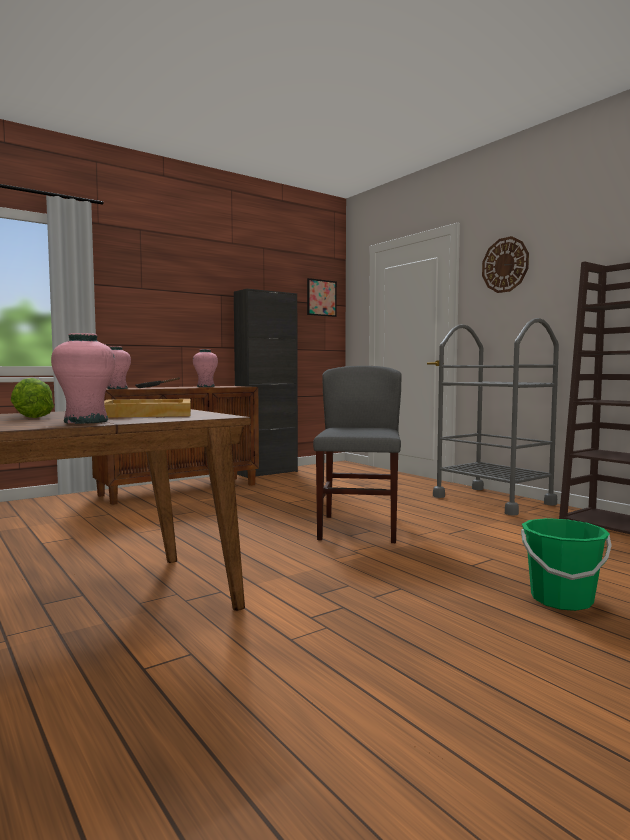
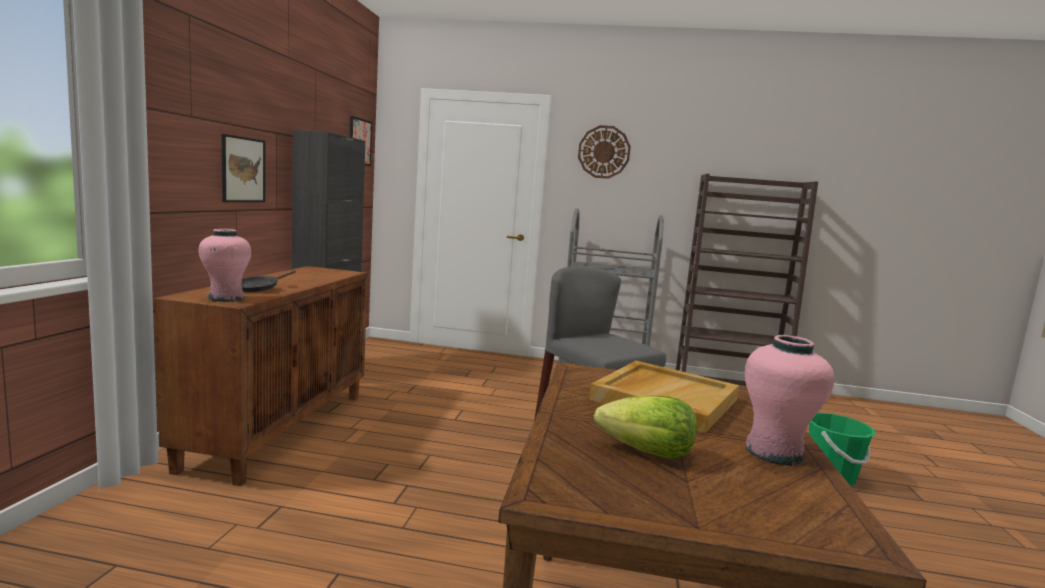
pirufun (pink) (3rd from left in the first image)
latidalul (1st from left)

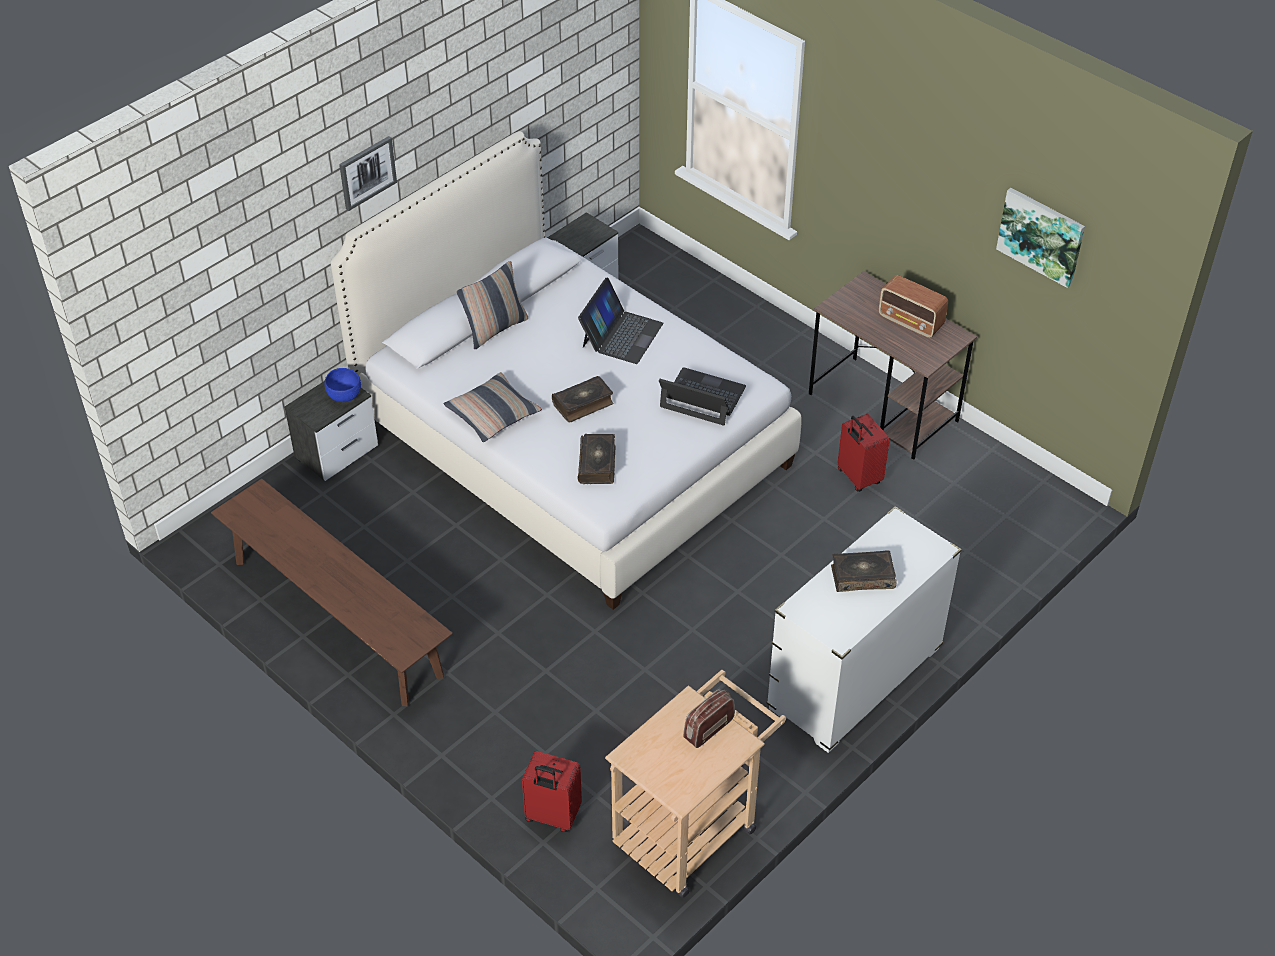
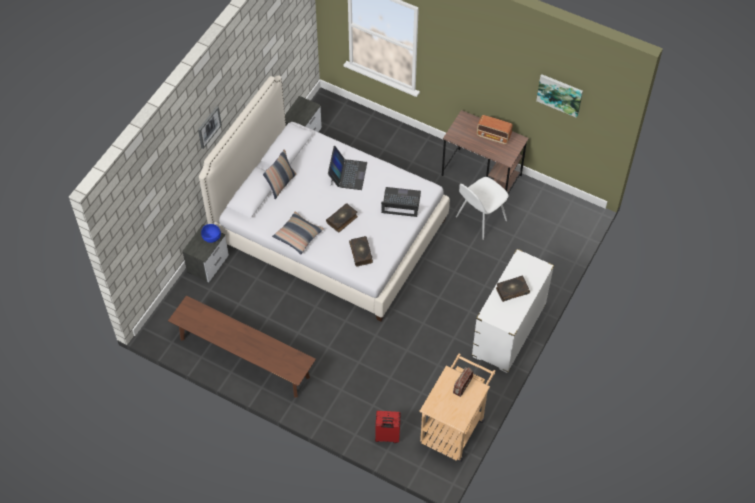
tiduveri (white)

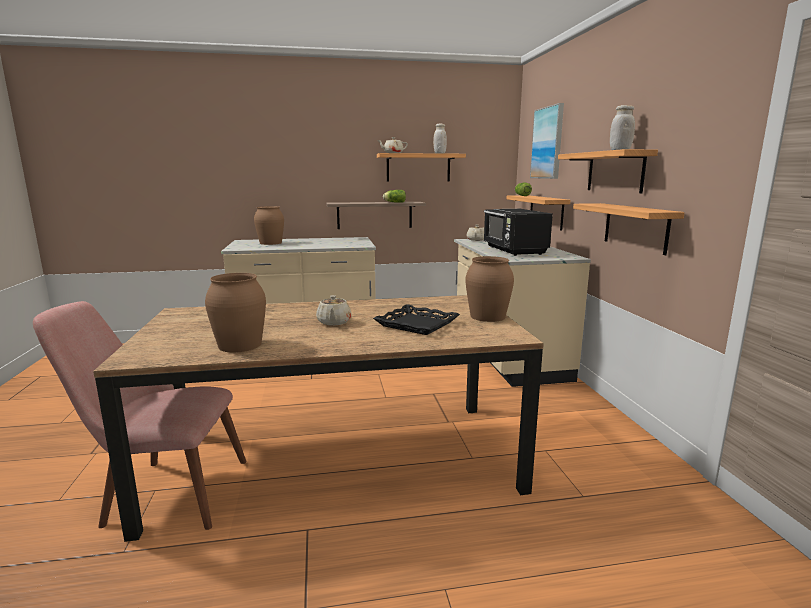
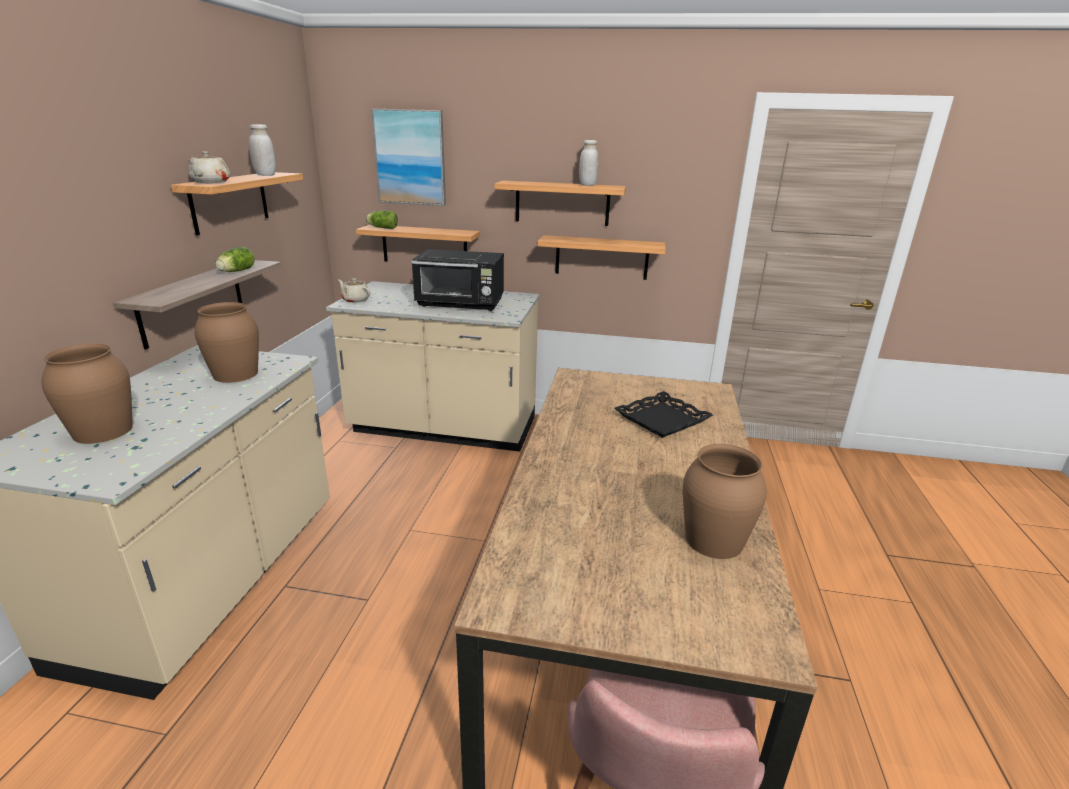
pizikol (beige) (1st from left in the first image)
pirufun (brown) (2nd from left)

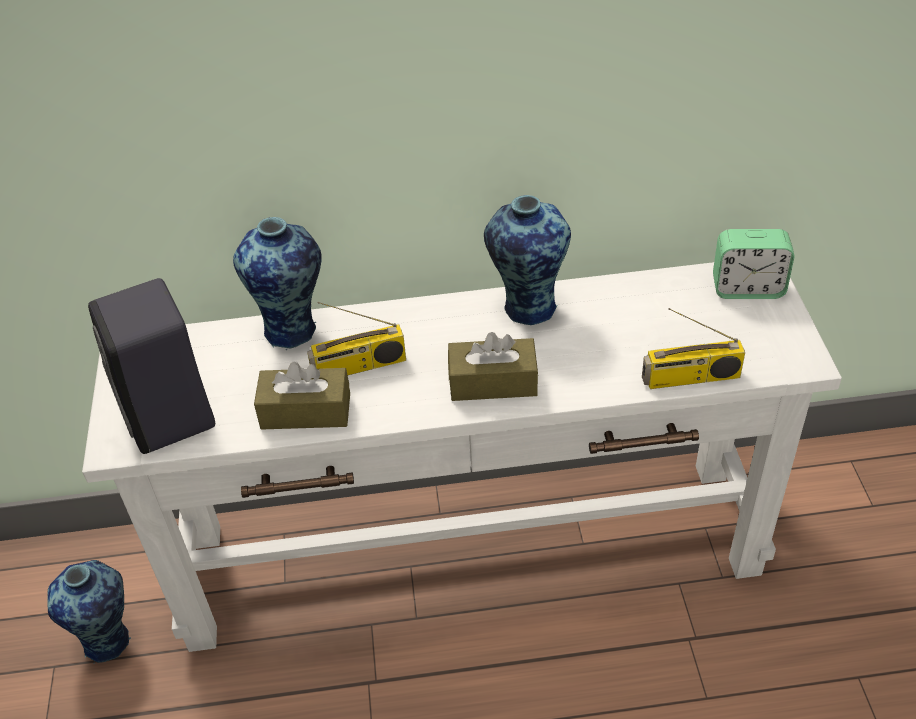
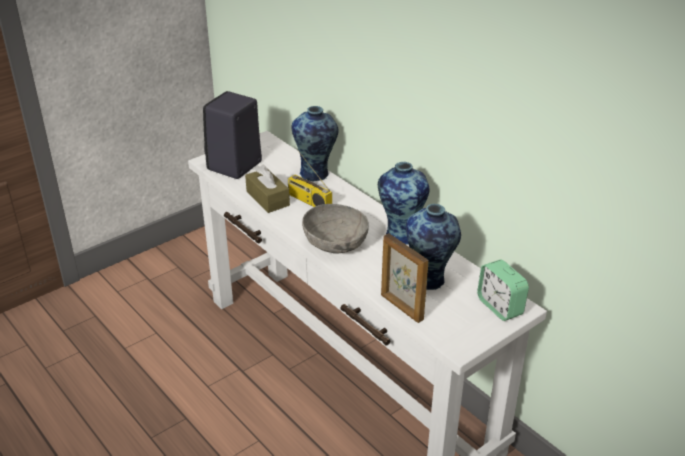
pirufun (3rd from left)
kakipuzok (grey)
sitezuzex

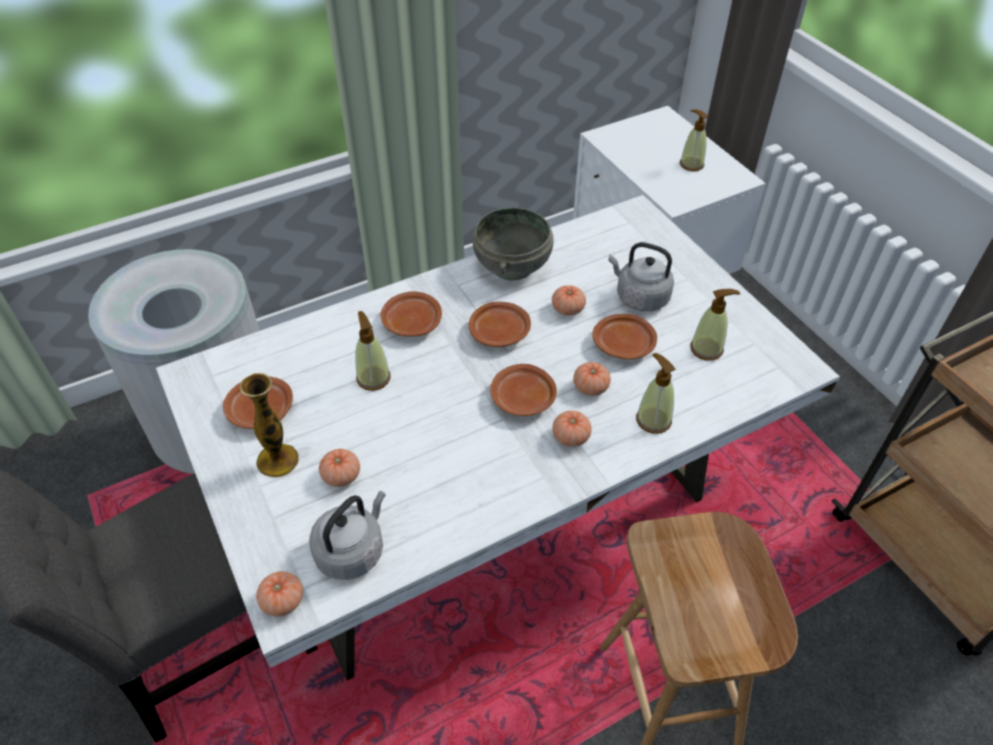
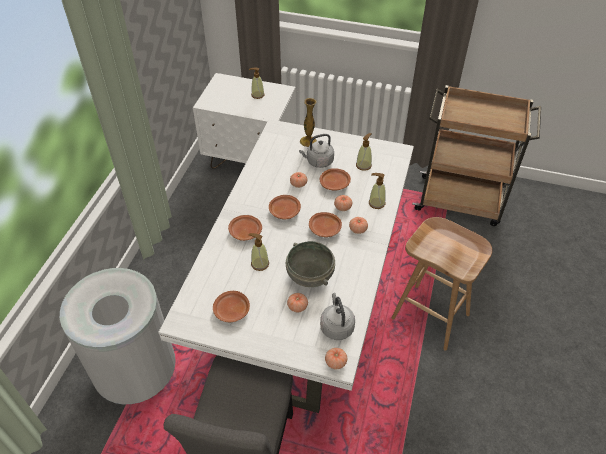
pirufun
kakipuzok (grey)

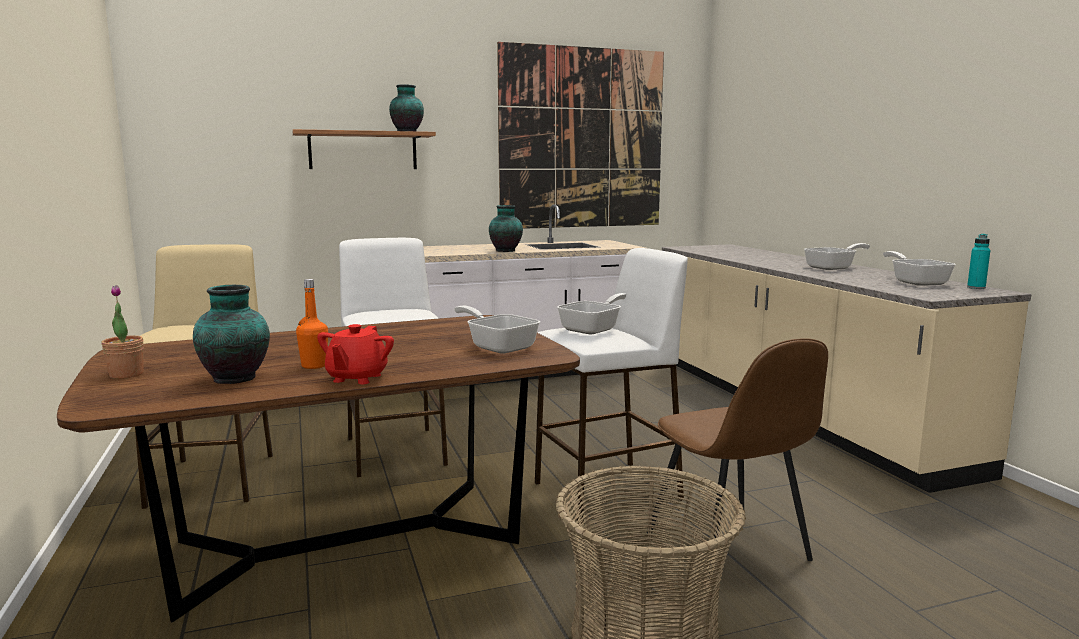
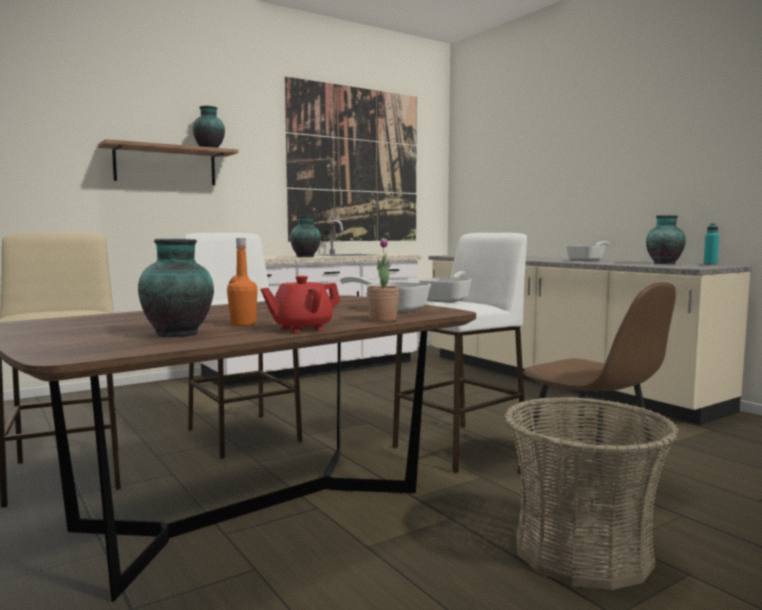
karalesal
pizikol (red)
pirufun (4th from left)

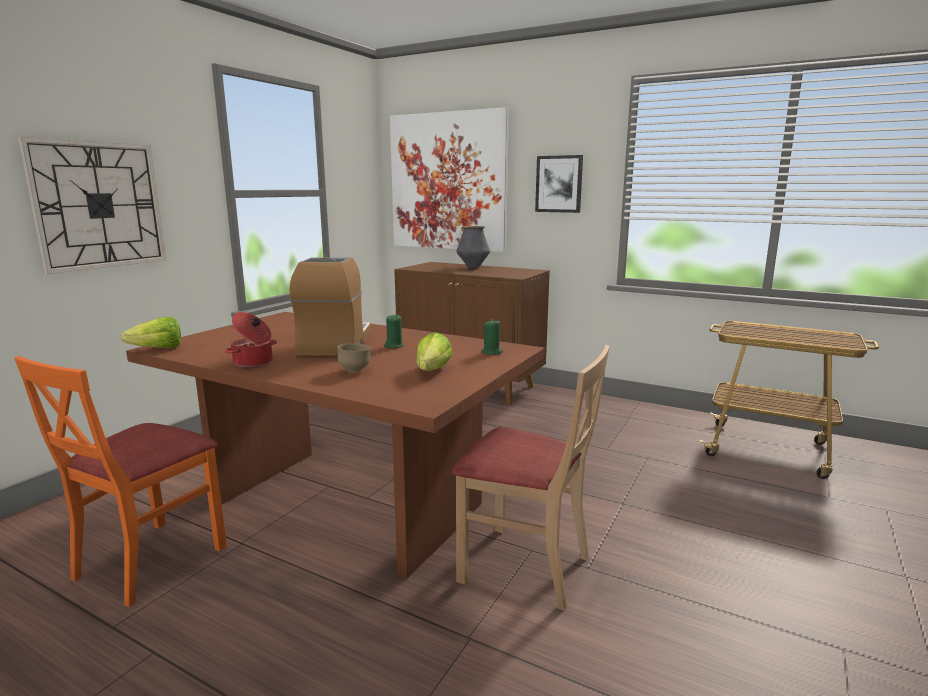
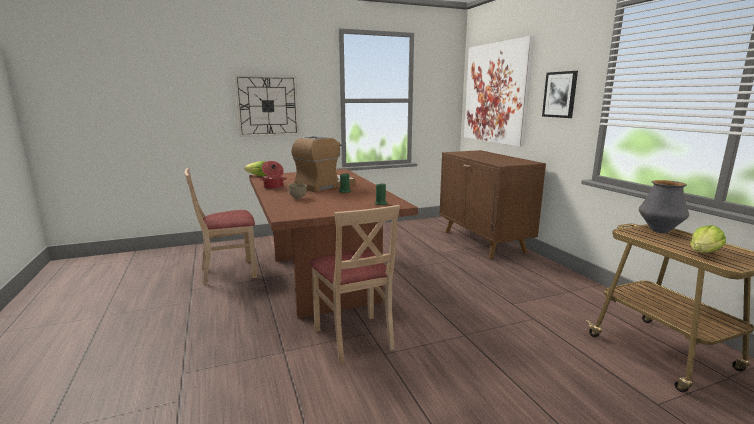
tiduveri (beige) (1st from left)
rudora (2nd from left)
pirufun

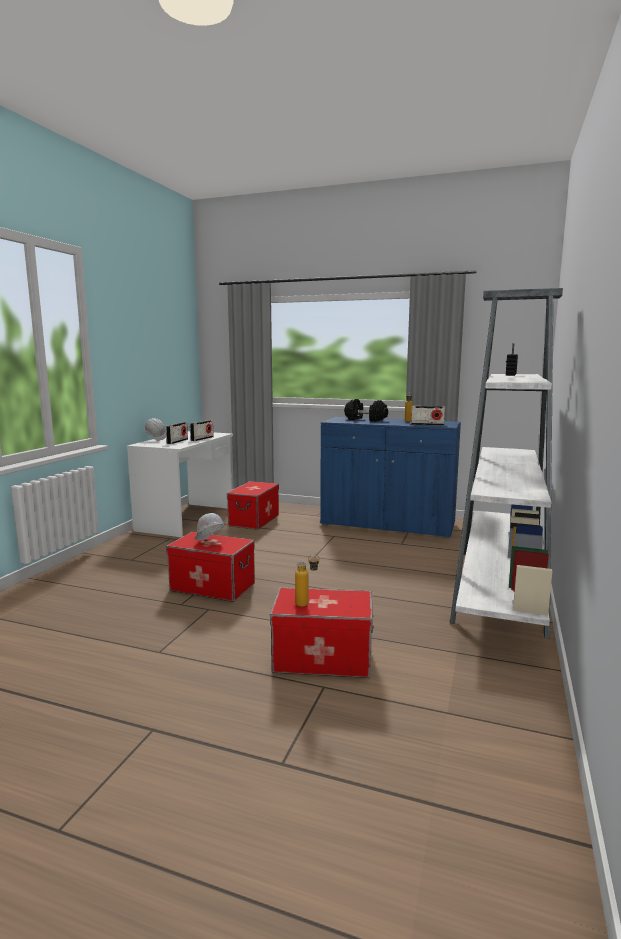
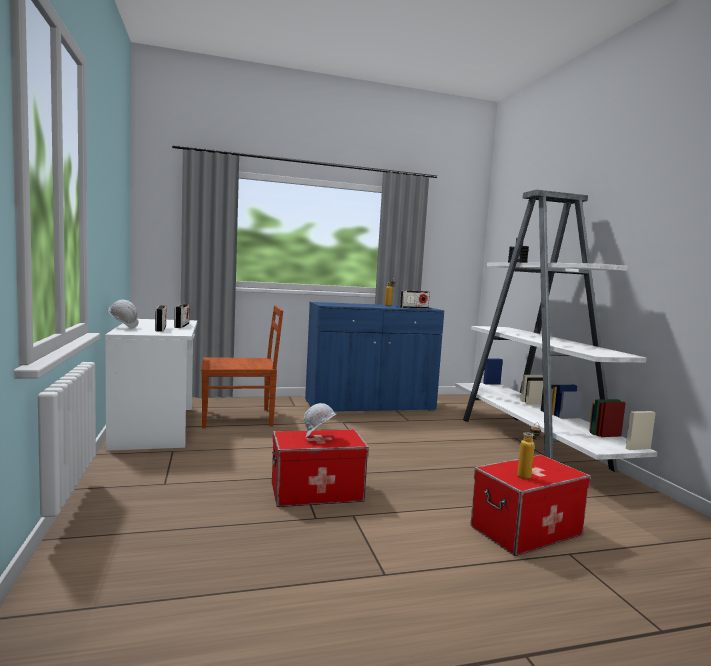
tiduveri (brown)
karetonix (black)

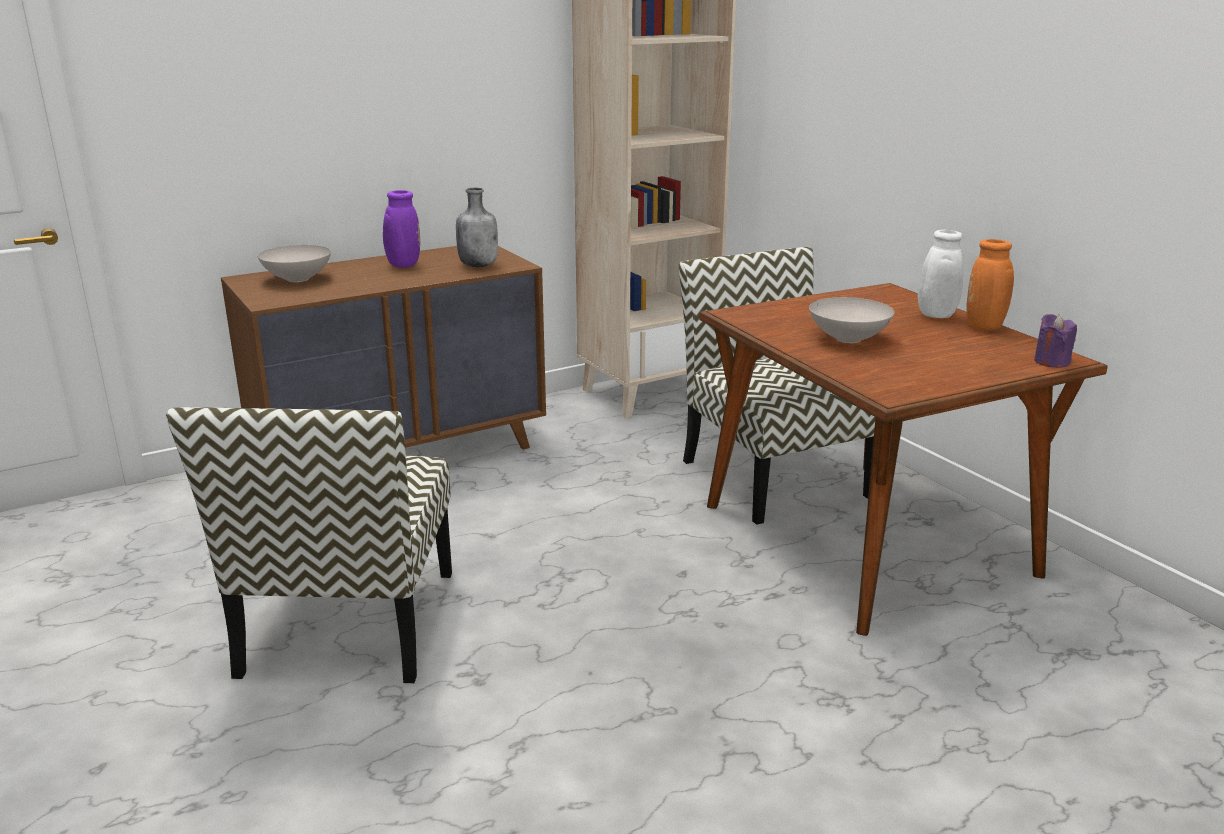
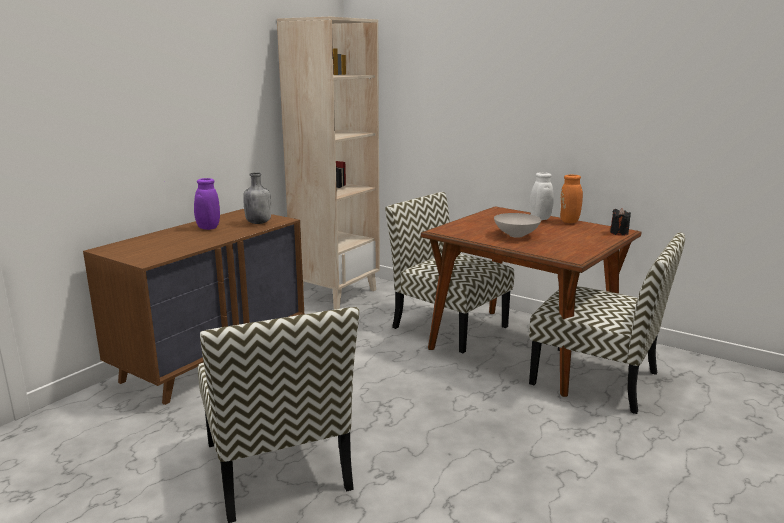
kakipuzok (white) (1st from left in the first image)
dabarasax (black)
tiduveri (3rd from left)

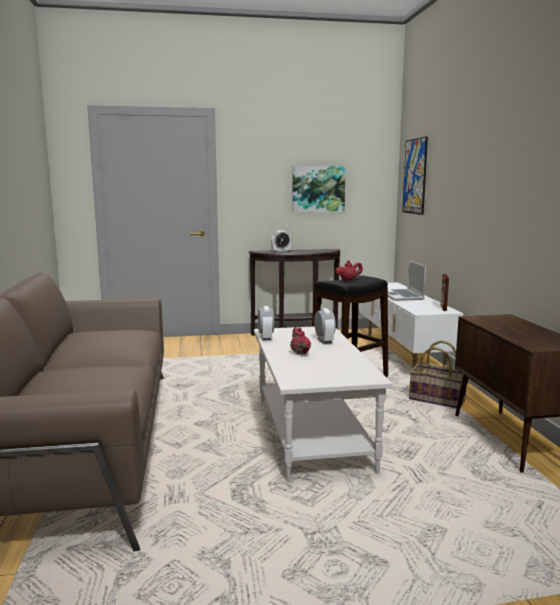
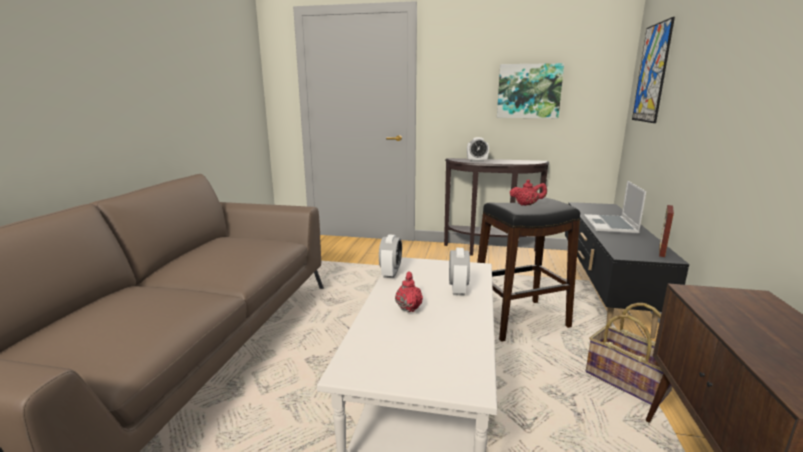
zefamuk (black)

